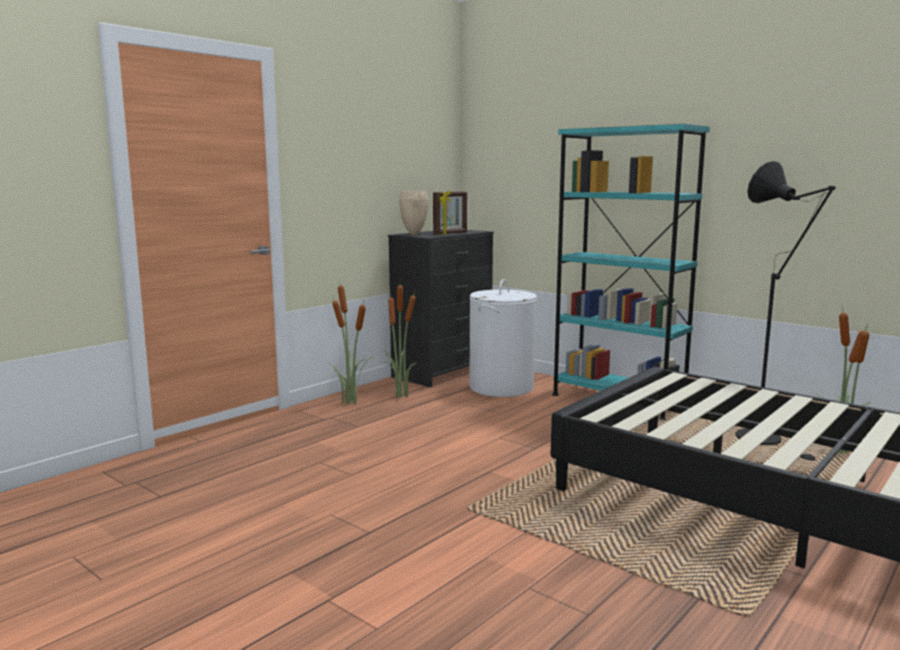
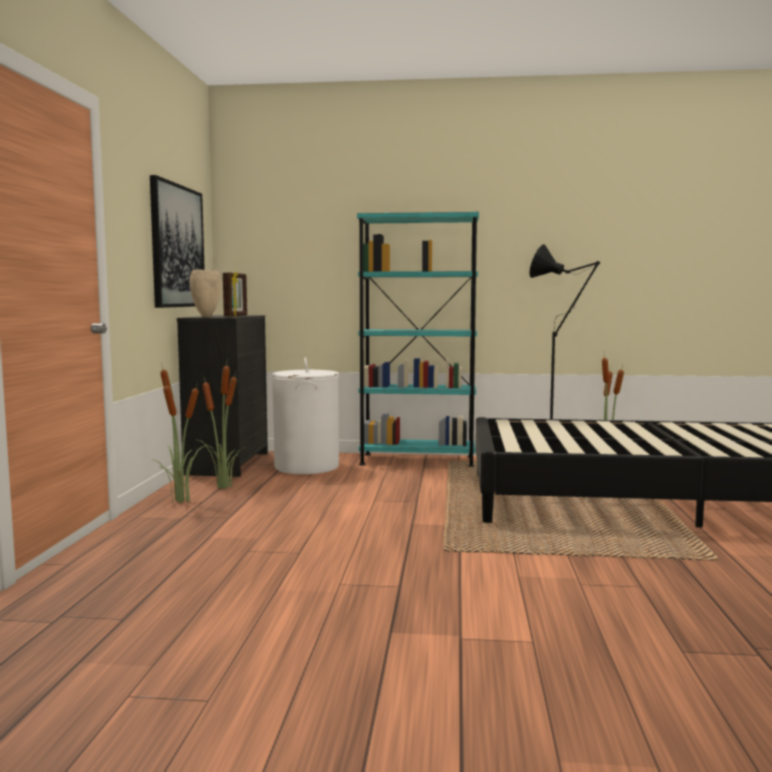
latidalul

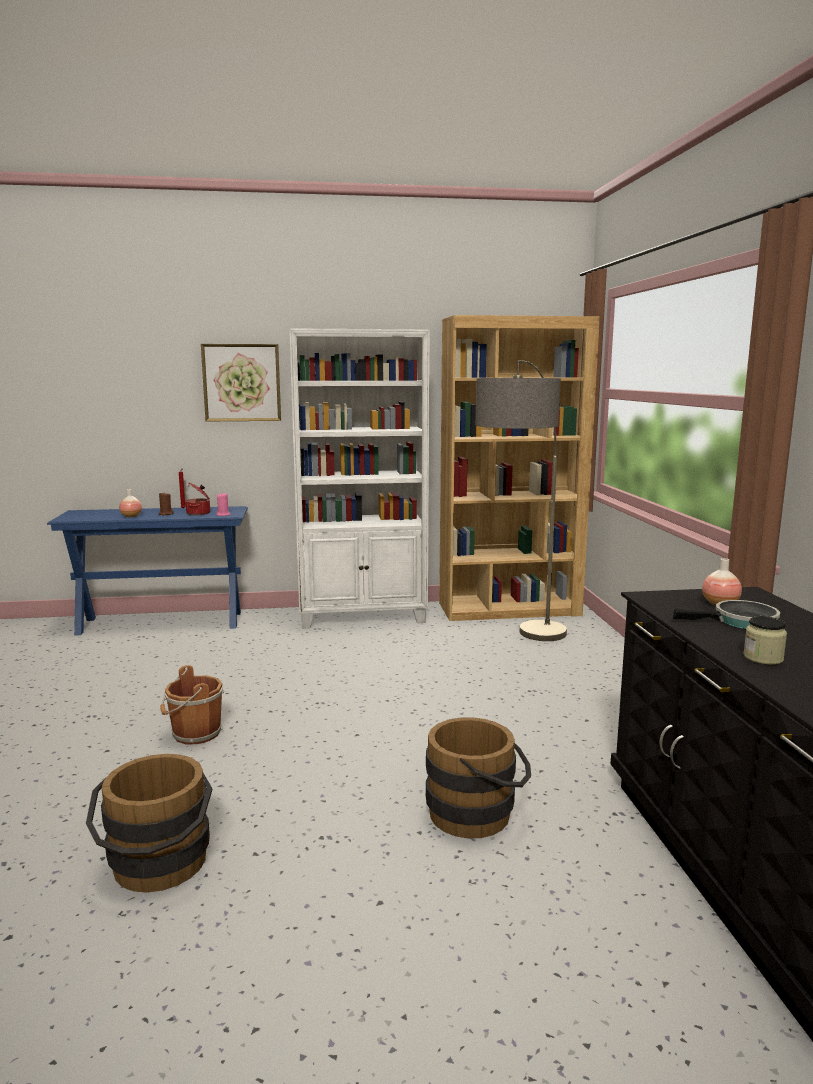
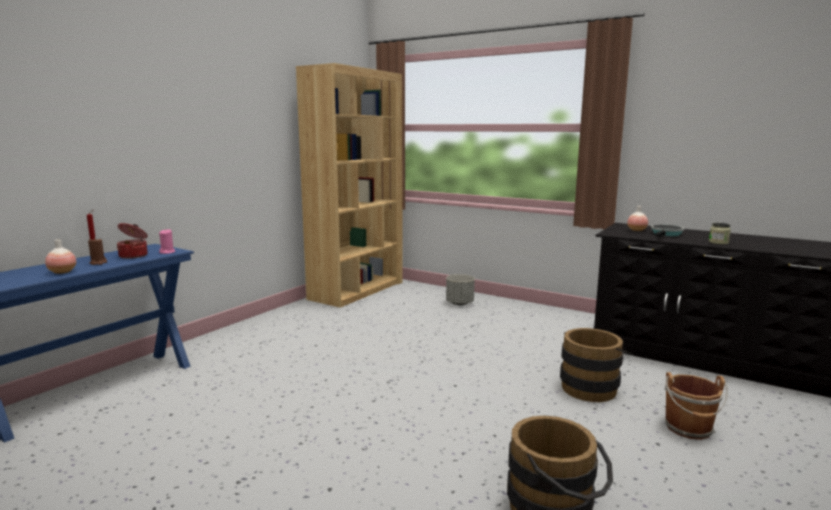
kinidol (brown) (3rd from left)
latidalul
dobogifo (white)
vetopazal
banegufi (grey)

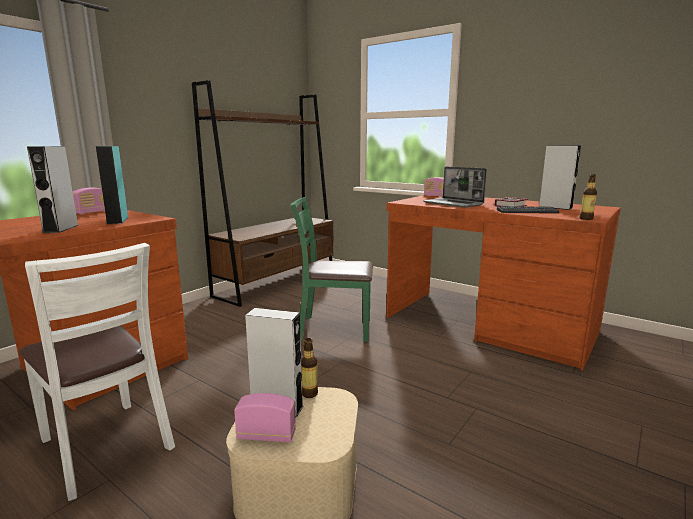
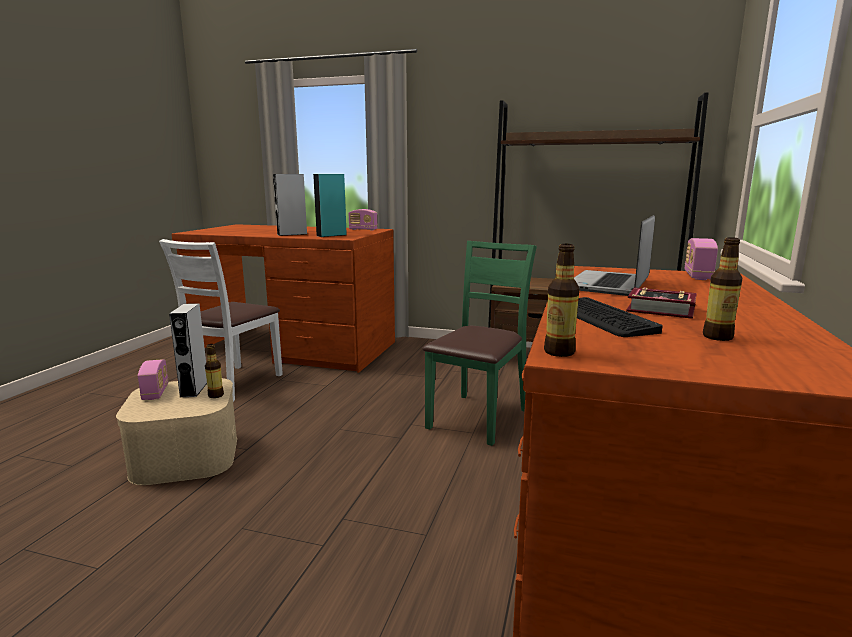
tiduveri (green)
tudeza (3rd from left)

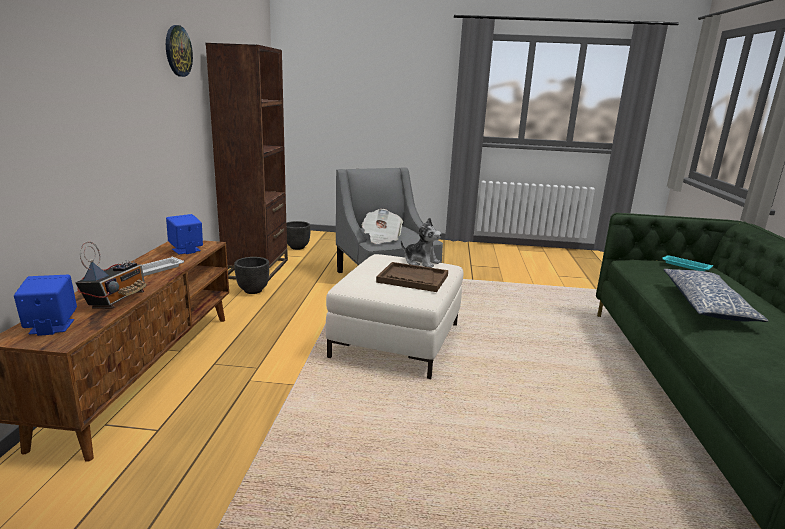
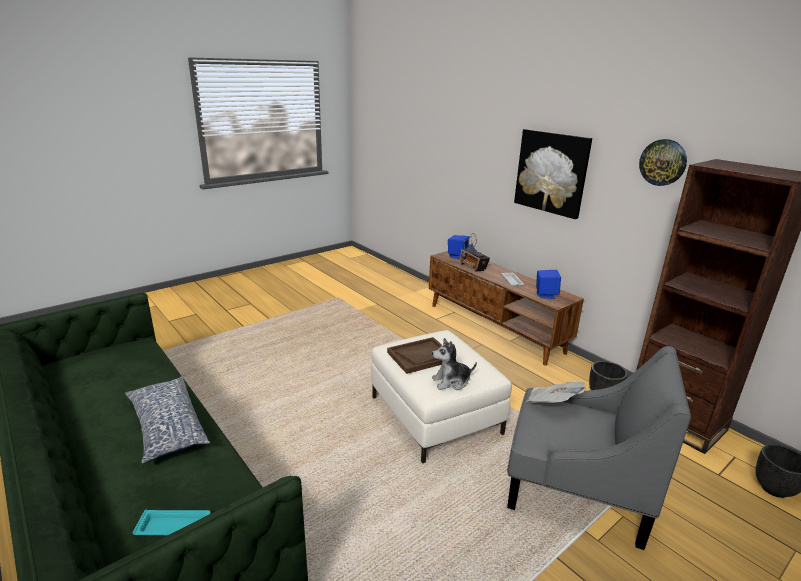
latidalul

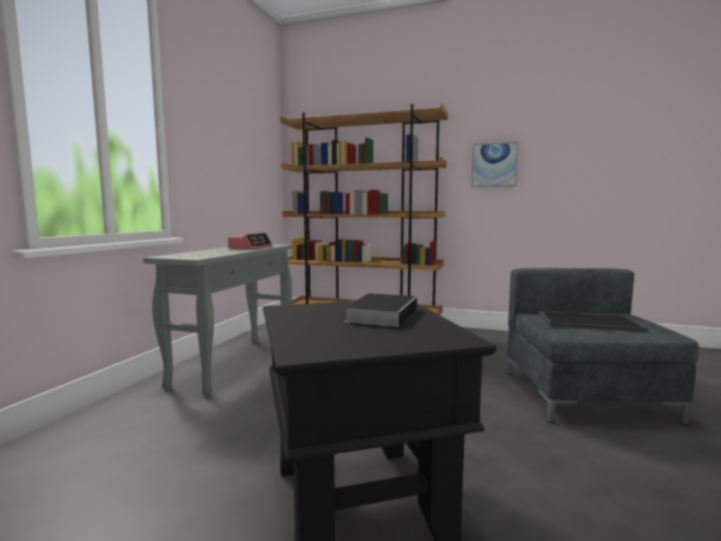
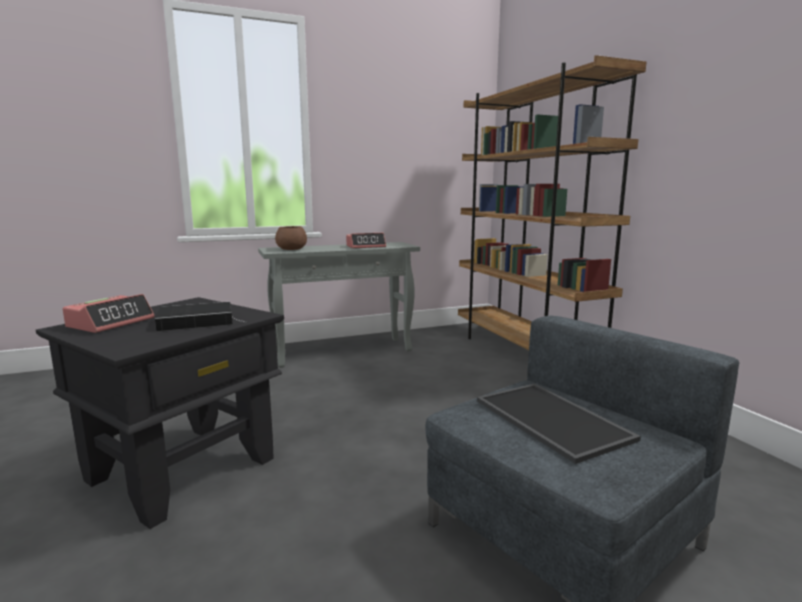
latidalul
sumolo (1st from left)
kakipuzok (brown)

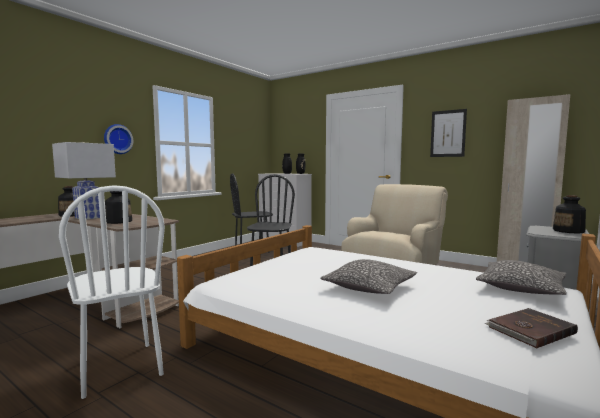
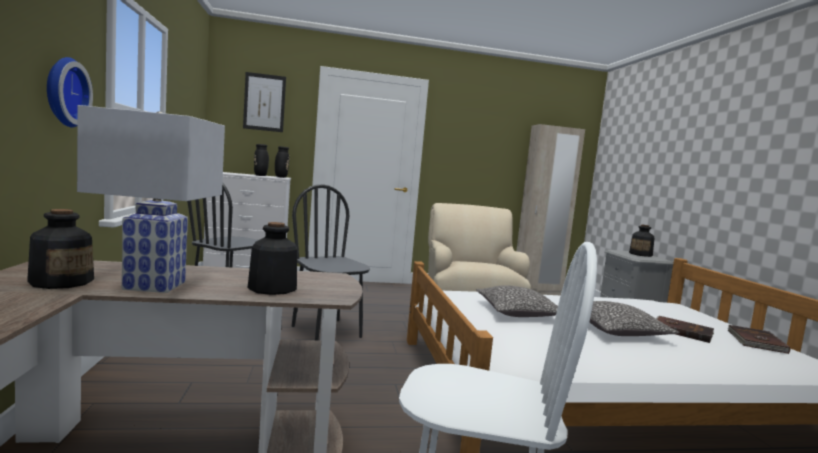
latidalul
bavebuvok (1st from left)
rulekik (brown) (1st from left)

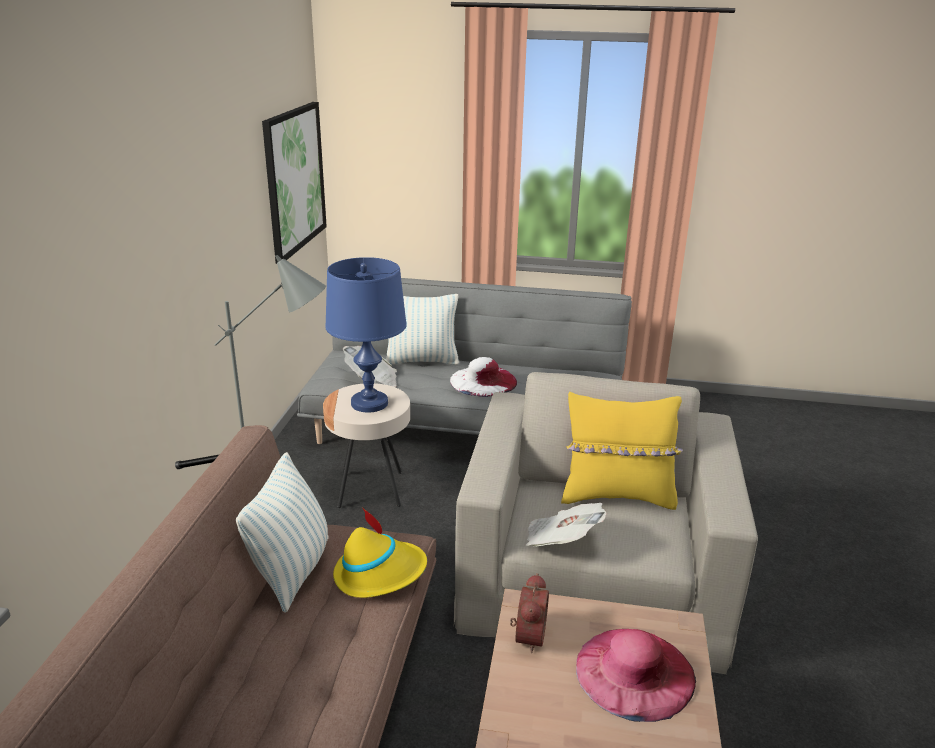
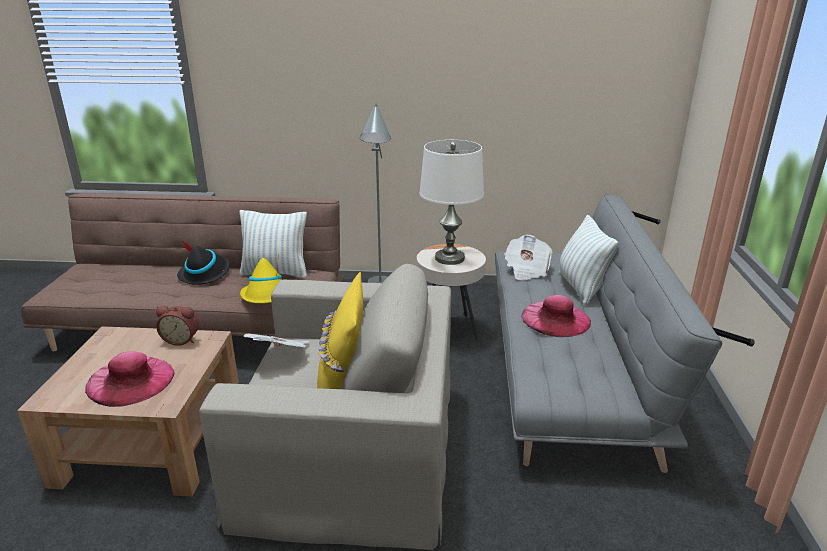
latidalul
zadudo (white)
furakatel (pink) (2nd from left)
furakatel (black)

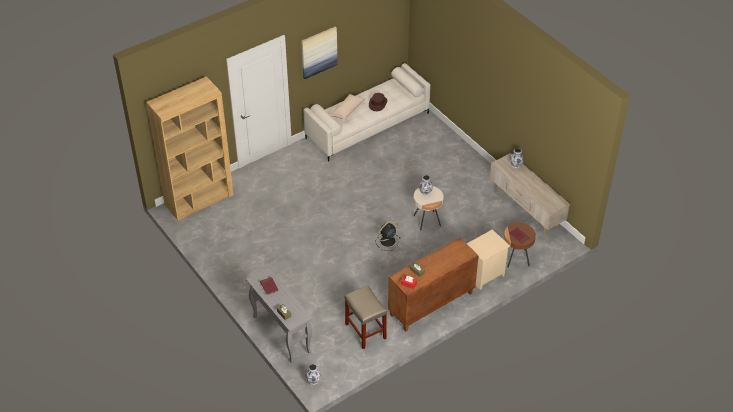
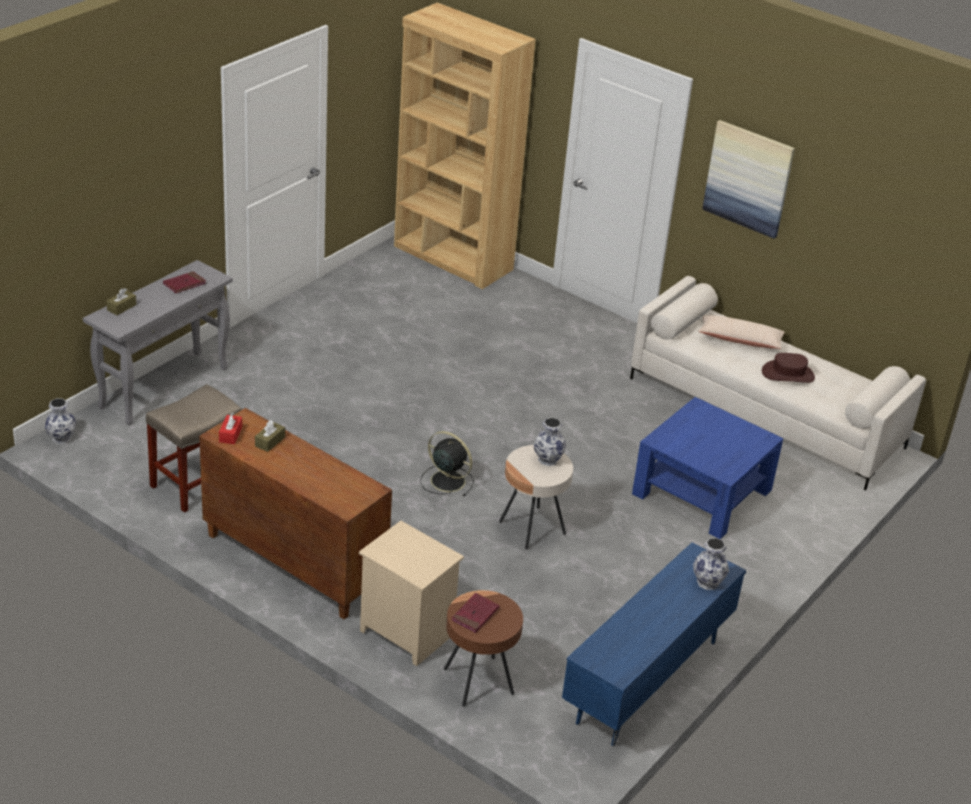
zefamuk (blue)
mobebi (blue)

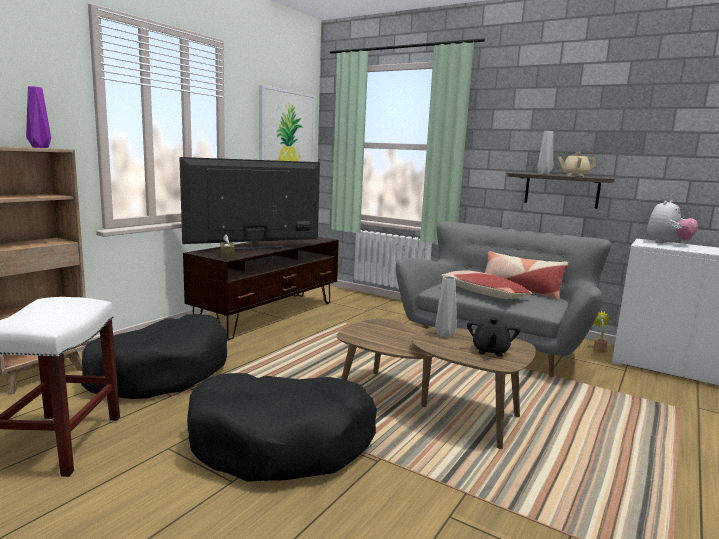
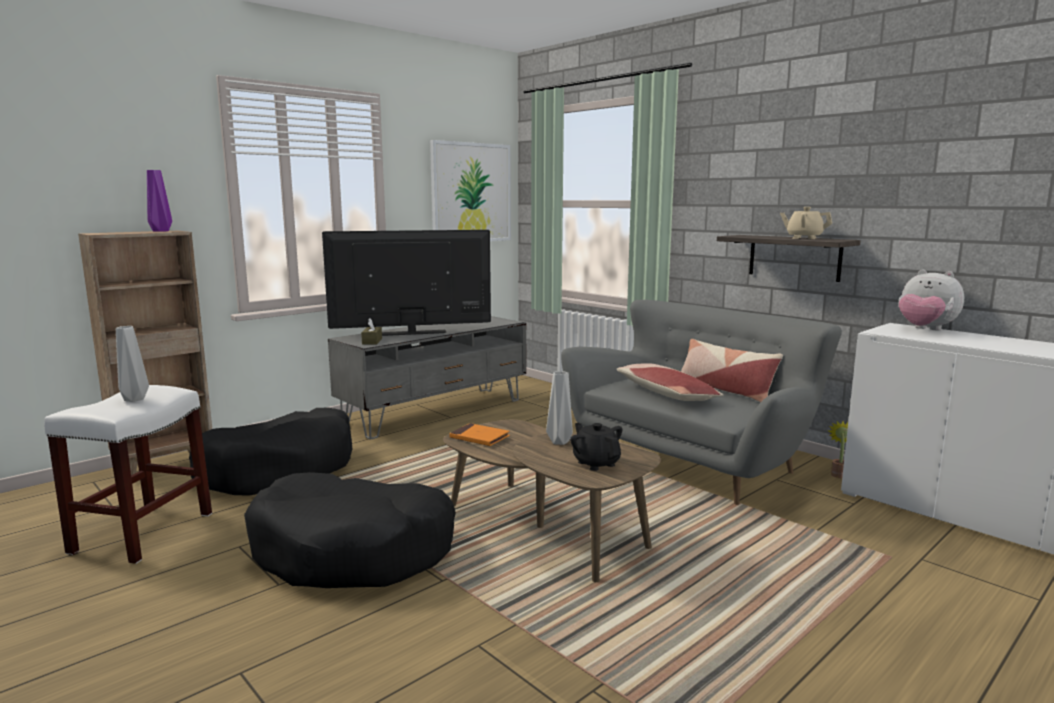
zefamuk (grey)
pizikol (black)
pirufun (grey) (1st from left)
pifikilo
rulekik (orange)

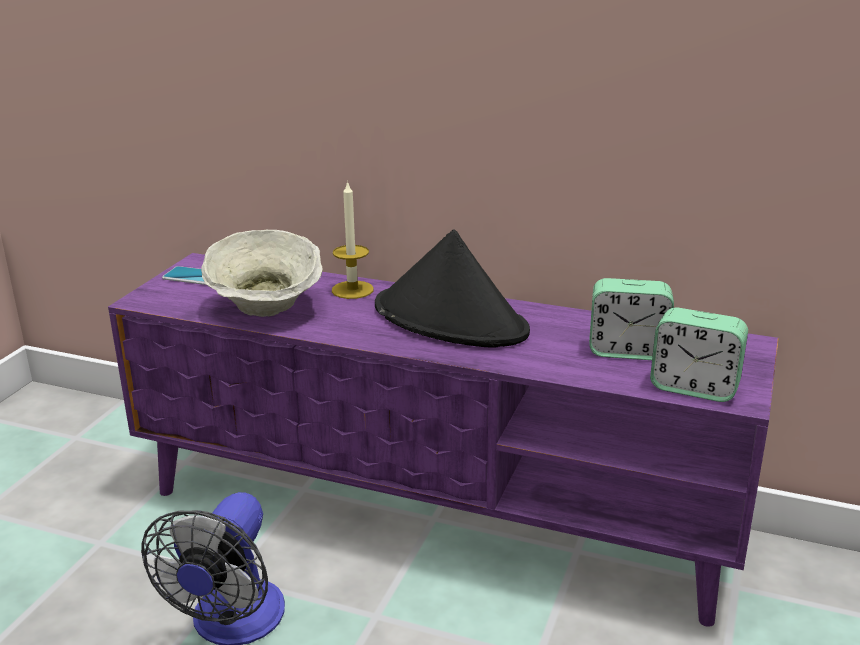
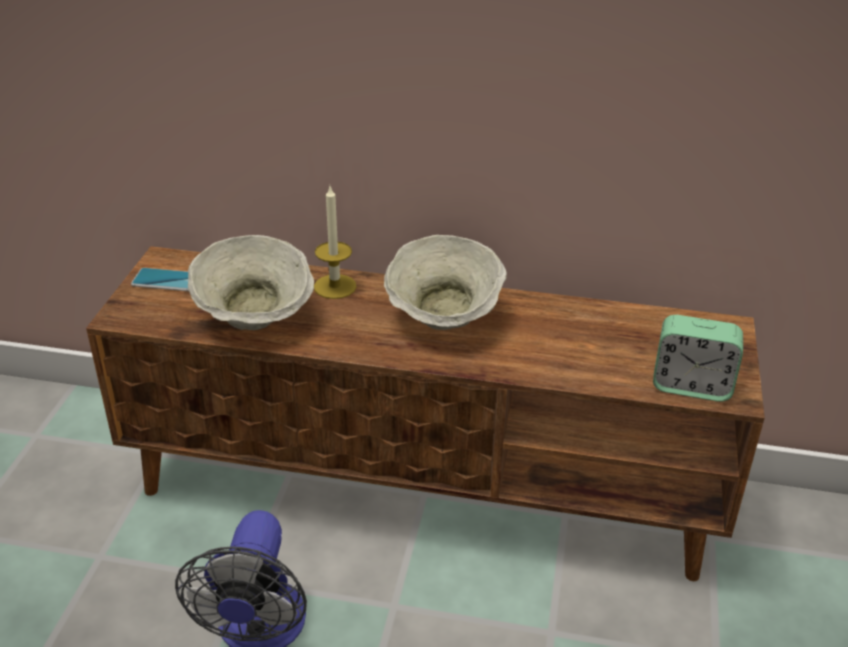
zefamuk (brown)
kakipuzok (beige) (2nd from left)
sumolo (1st from left in the first image)

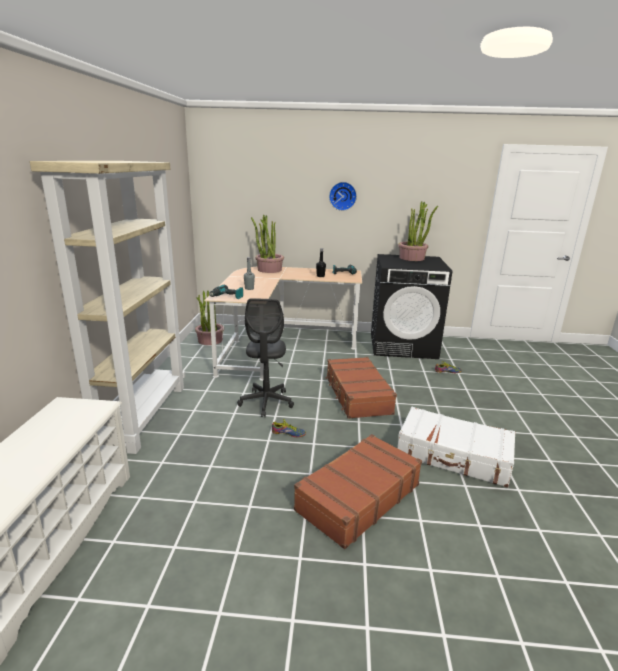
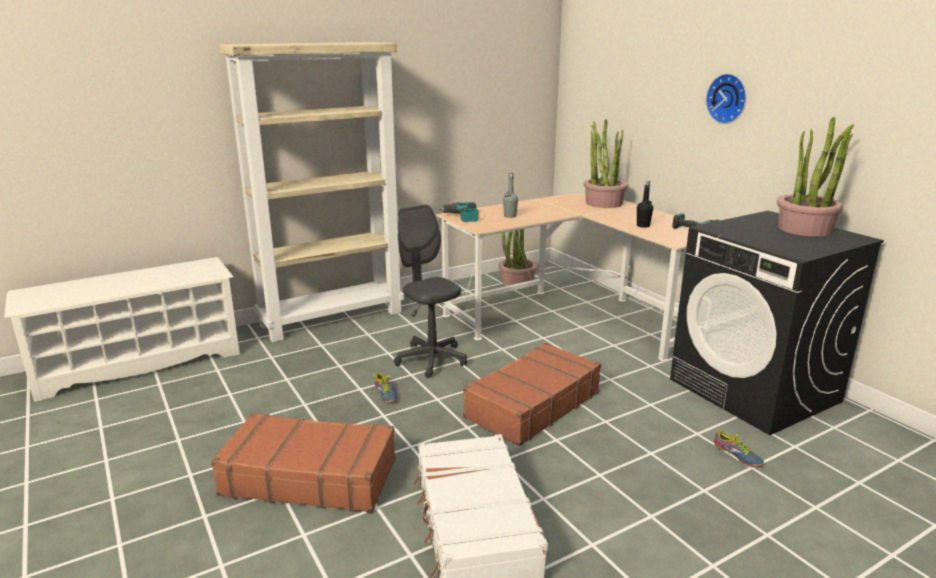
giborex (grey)

